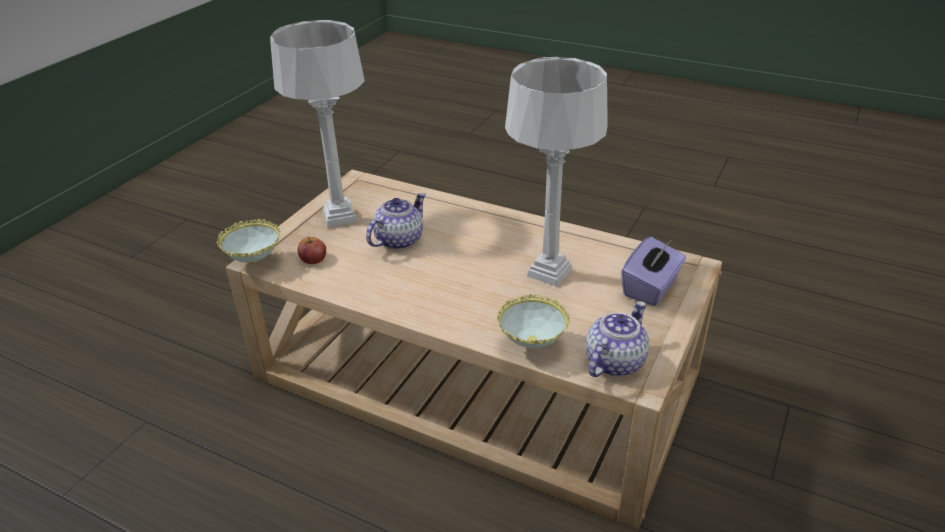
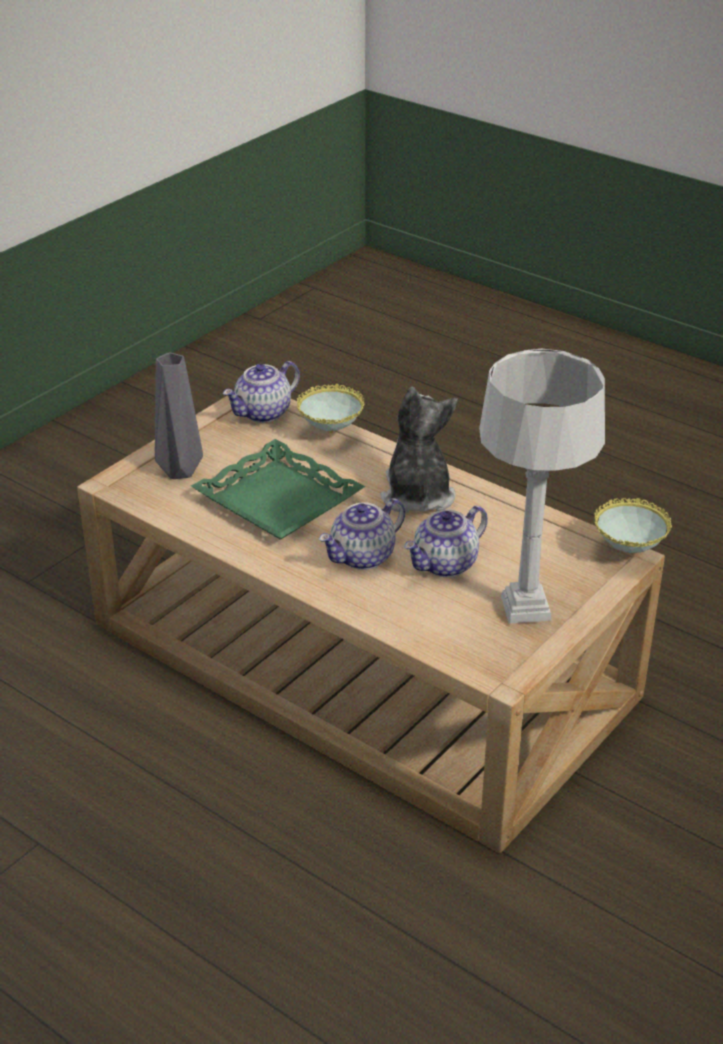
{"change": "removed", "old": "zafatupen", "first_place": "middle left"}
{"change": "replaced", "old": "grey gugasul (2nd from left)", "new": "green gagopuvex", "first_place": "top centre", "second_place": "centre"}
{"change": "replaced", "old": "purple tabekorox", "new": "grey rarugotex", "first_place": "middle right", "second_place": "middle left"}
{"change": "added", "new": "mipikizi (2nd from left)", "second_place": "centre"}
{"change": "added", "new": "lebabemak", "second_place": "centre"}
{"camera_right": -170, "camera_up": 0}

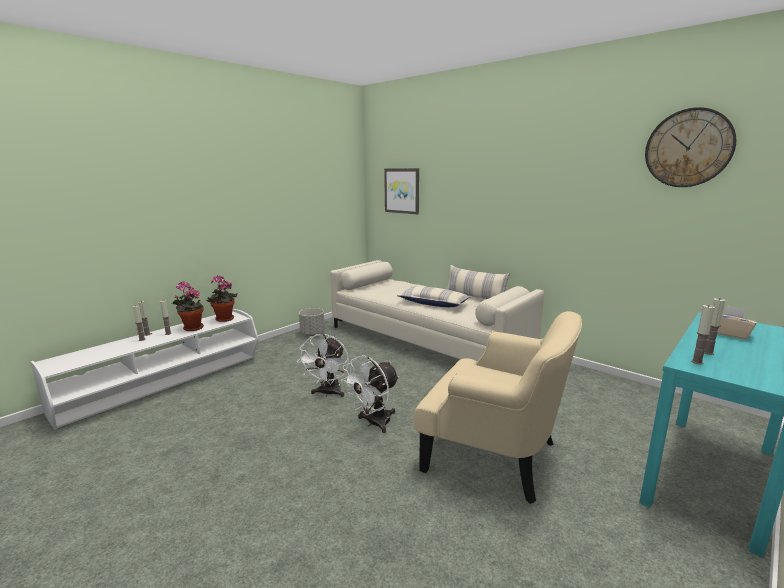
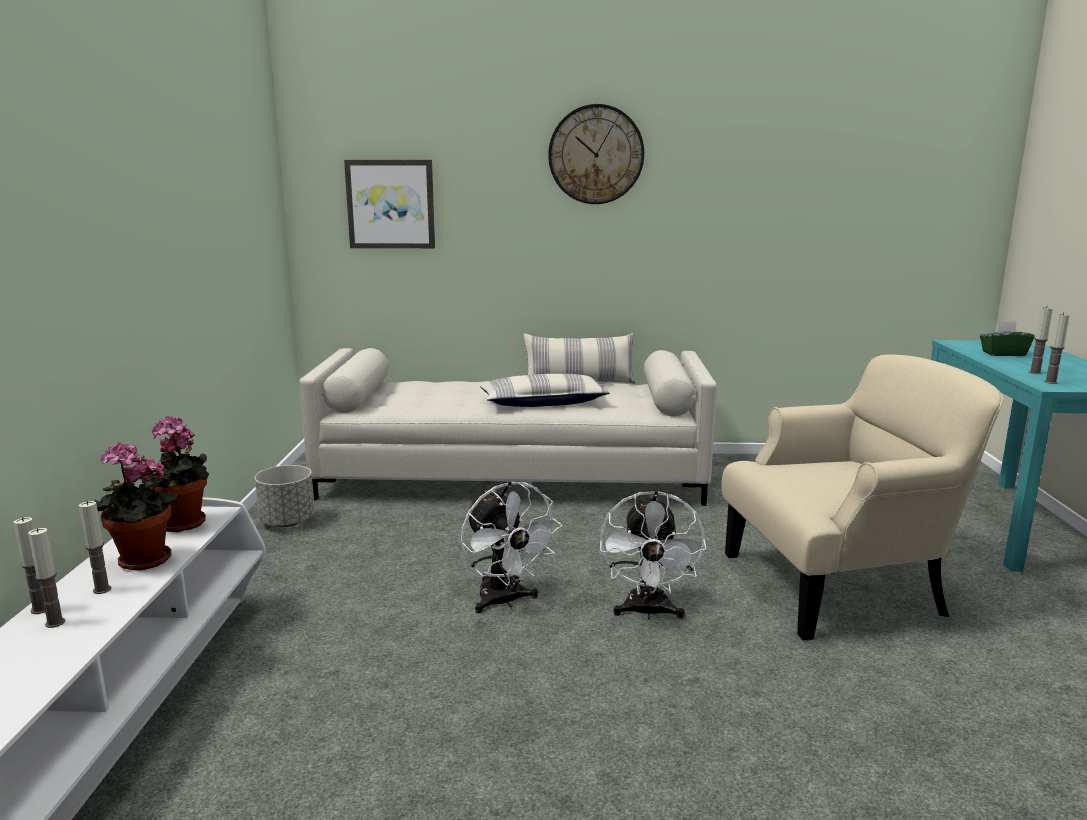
{"change": "moved", "old": "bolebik", "first_place": "top right", "second_place": "top centre"}
{"change": "recoloured", "old": "beige tabekorox", "new": "green tabekorox", "first_place": "middle right", "second_place": "middle right"}
{"camera_right": -40, "camera_up": 0}

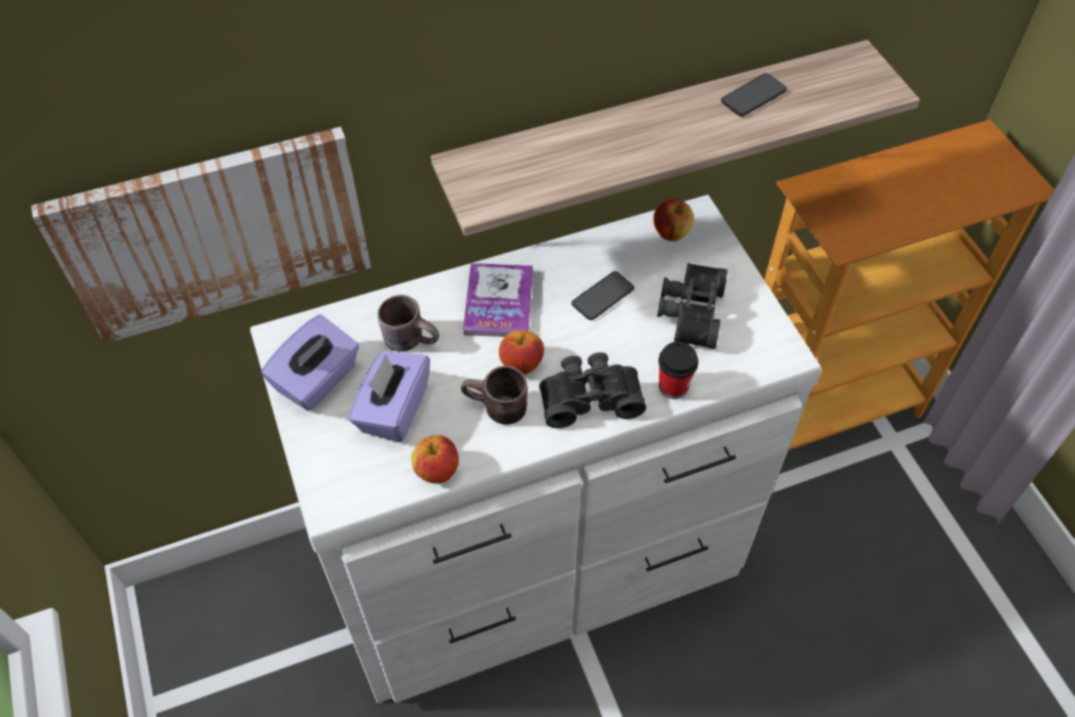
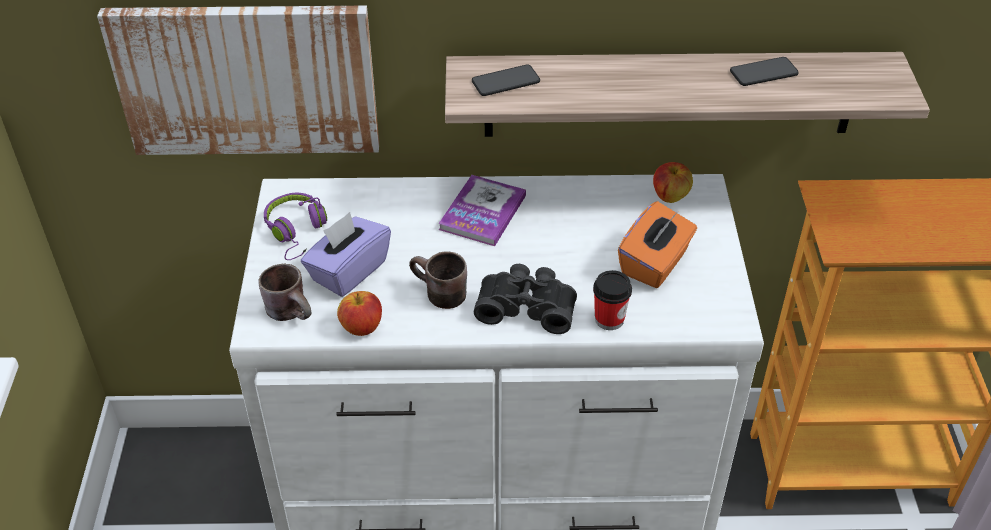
{"change": "replaced", "old": "purple tabekorox (1st from left)", "new": "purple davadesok", "first_place": "middle left", "second_place": "middle left"}
{"change": "moved", "old": "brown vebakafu (1st from left)", "first_place": "centre", "second_place": "middle left"}
{"change": "removed", "old": "zafatupen (2nd from left)", "first_place": "centre"}
{"change": "moved", "old": "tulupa (1st from left)", "first_place": "centre", "second_place": "top centre"}
{"change": "replaced", "old": "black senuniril (2nd from left)", "new": "orange tabekorox", "first_place": "centre", "second_place": "centre"}
{"camera_right": 20, "camera_up": -10}

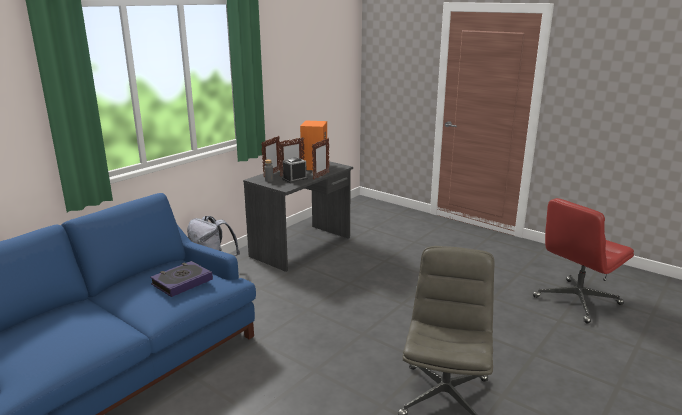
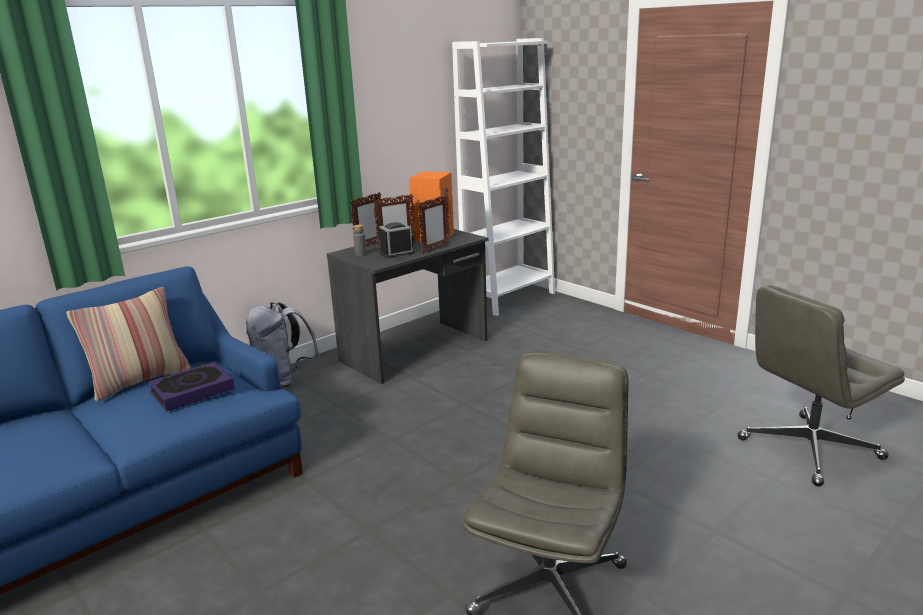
{"change": "recoloured", "old": "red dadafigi", "new": "grey dadafigi (2nd from left)", "first_place": "middle right", "second_place": "middle right"}
{"change": "added", "new": "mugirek", "second_place": "middle left"}
{"change": "added", "new": "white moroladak", "second_place": "top centre"}
{"camera_right": 10, "camera_up": 0}

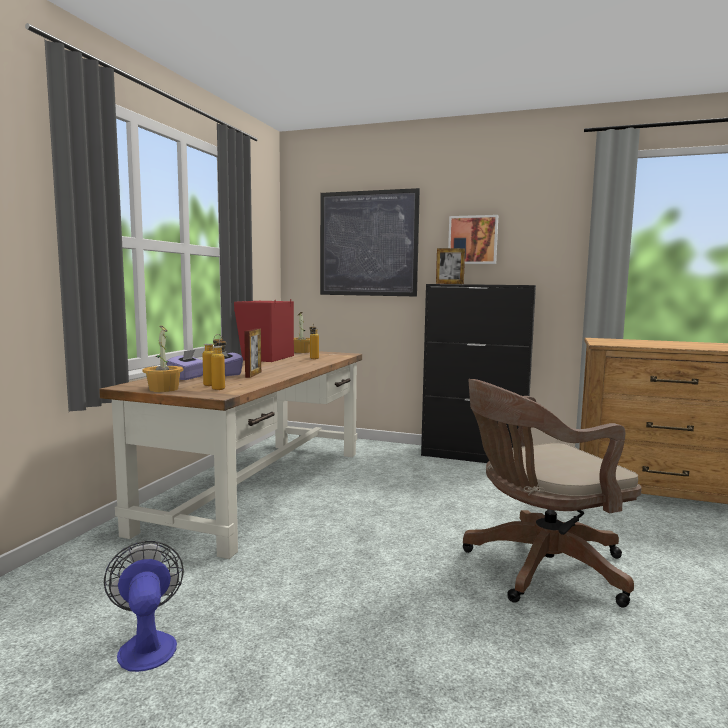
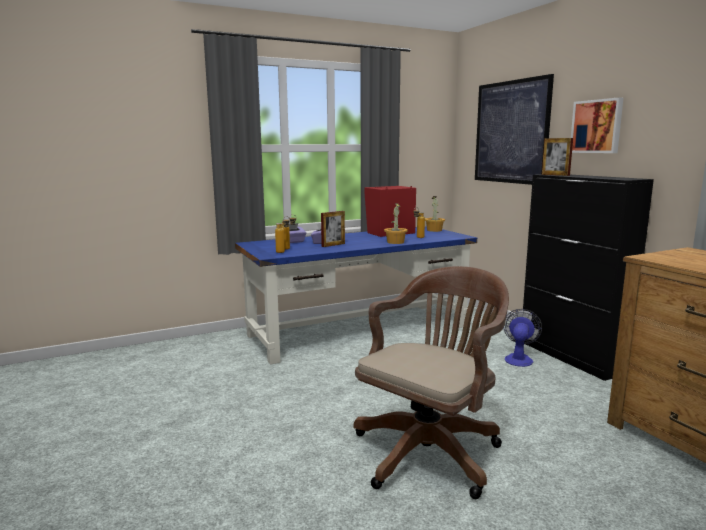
{"change": "recoloured", "old": "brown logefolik", "new": "blue logefolik", "first_place": "middle left", "second_place": "centre"}
{"change": "moved", "old": "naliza", "first_place": "bottom left", "second_place": "middle right"}
{"change": "moved", "old": "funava (1st from left)", "first_place": "middle left", "second_place": "centre"}
{"change": "turned", "old": "brown dadafigi", "first_place": "bottom right", "second_place": "bottom centre", "degrees": 105}
{"camera_right": 45, "camera_up": 5}

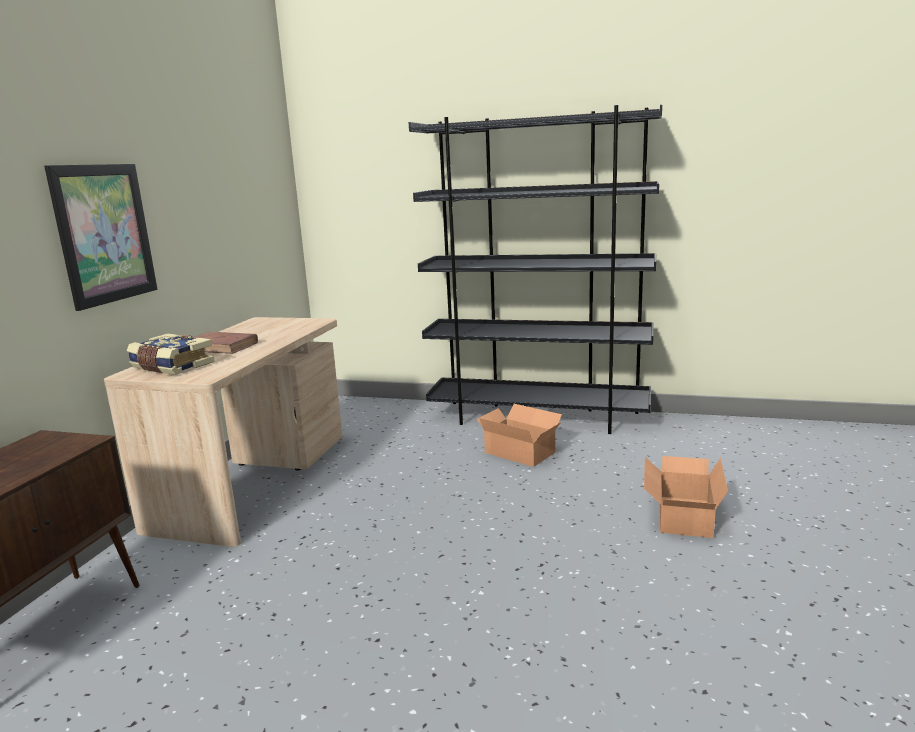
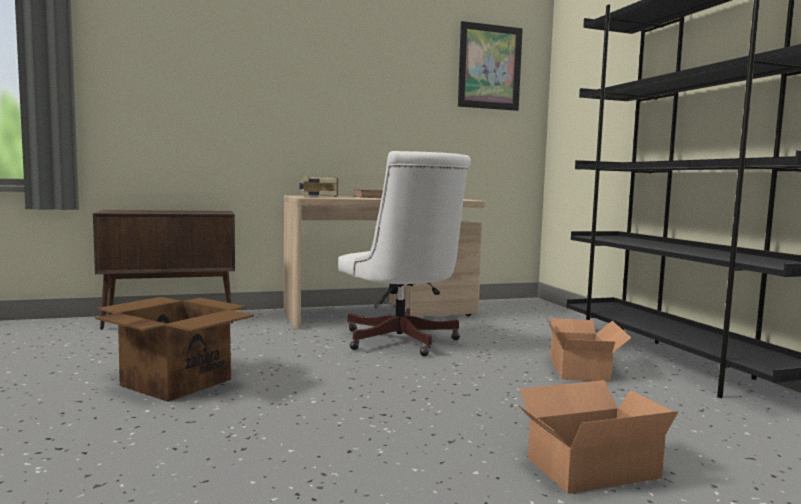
{"change": "moved", "old": "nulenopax", "first_place": "top left", "second_place": "top centre"}
{"change": "added", "new": "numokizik (1st from left)", "second_place": "bottom left"}
{"change": "added", "new": "white dadafigi", "second_place": "centre"}
{"camera_right": 55, "camera_up": -10}

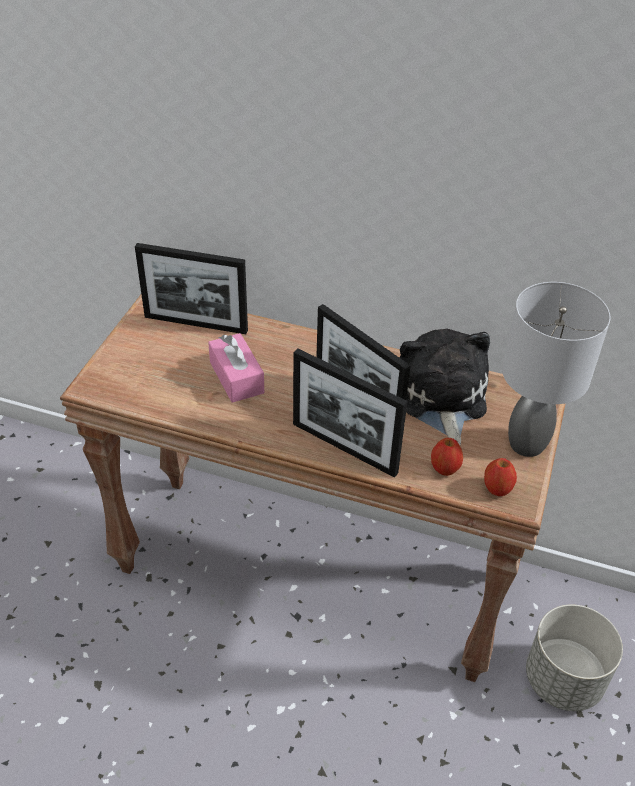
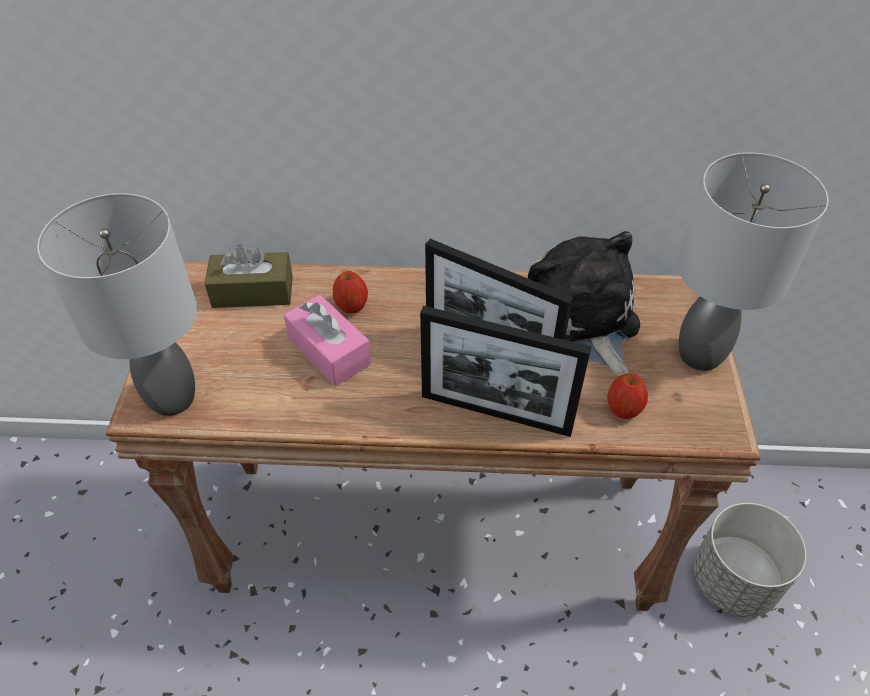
{"change": "replaced", "old": "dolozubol (1st from left)", "new": "brown tabekorox", "first_place": "middle left", "second_place": "middle left"}
{"change": "moved", "old": "zafatupen (2nd from left in the first image)", "new": "zafatupen (1st from left)", "first_place": "middle right", "second_place": "centre"}
{"change": "added", "new": "grey gugasul (1st from left)", "second_place": "middle left"}
{"camera_right": -15, "camera_up": 5}

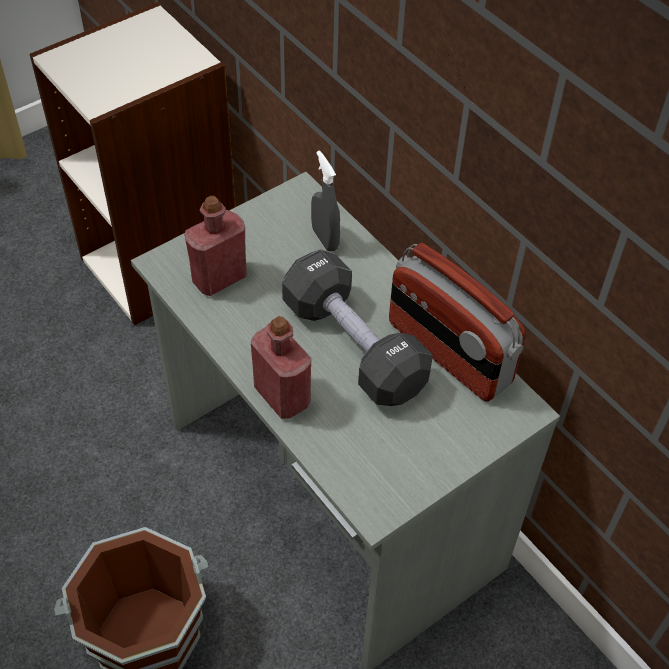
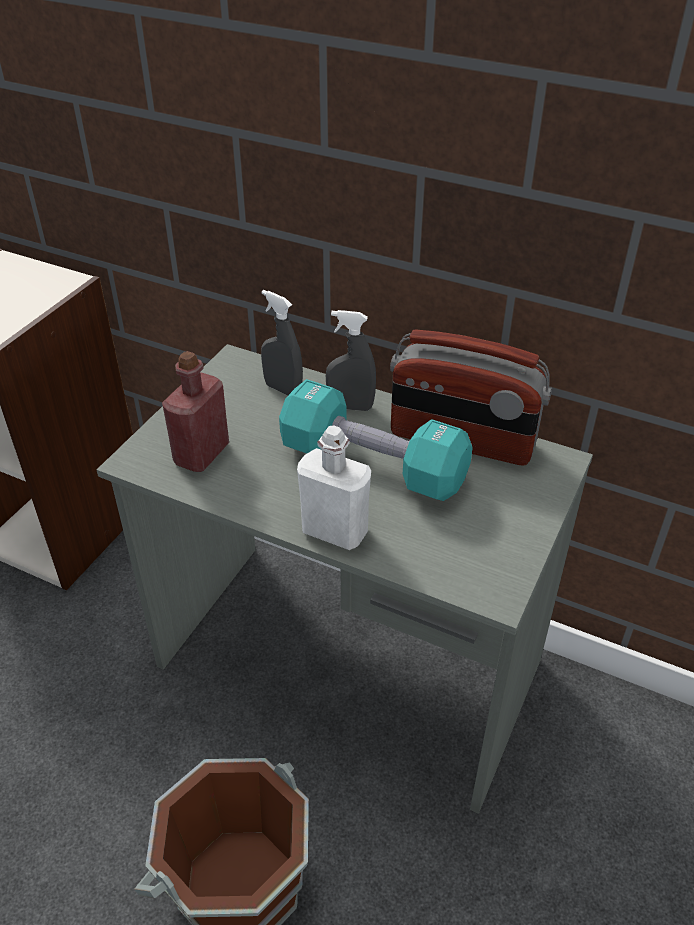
{"change": "recoloured", "old": "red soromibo (2nd from left)", "new": "white soromibo", "first_place": "centre", "second_place": "centre"}
{"change": "recoloured", "old": "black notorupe", "new": "turquoise notorupe", "first_place": "centre", "second_place": "centre"}
{"change": "added", "new": "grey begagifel (2nd from left)", "second_place": "centre"}
{"camera_right": -25, "camera_up": -10}

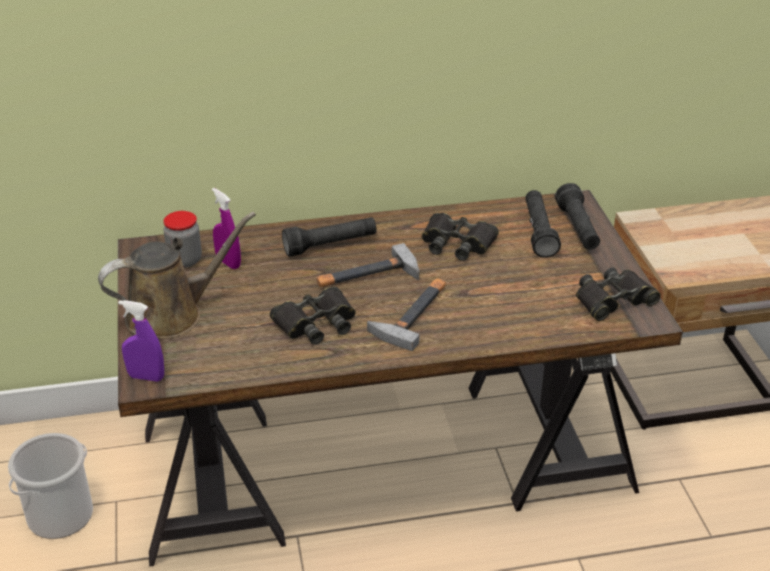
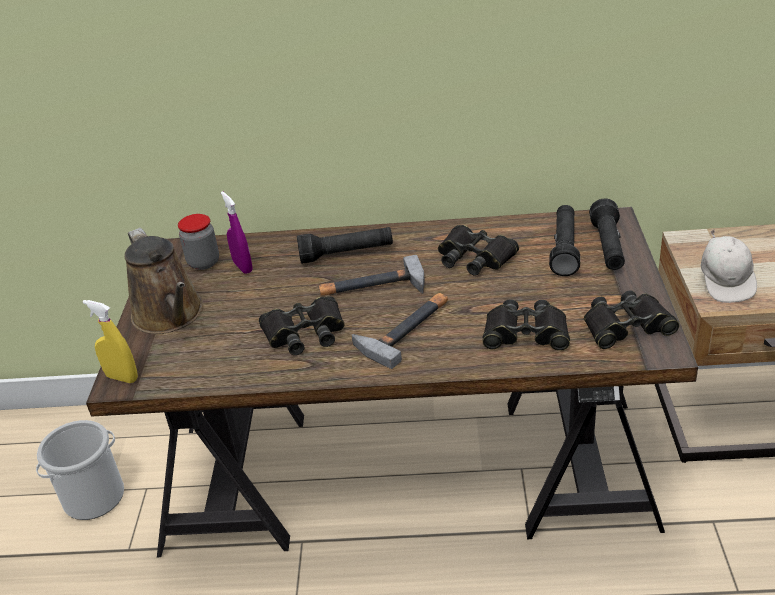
{"change": "turned", "old": "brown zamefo", "first_place": "middle left", "second_place": "middle left", "degrees": 75}
{"change": "recoloured", "old": "purple begagifel (1st from left)", "new": "yellow begagifel", "first_place": "middle left", "second_place": "middle left"}
{"change": "added", "new": "black senuniril (3rd from left)", "second_place": "middle right"}
{"change": "added", "new": "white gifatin", "second_place": "middle right"}
{"camera_right": 15, "camera_up": 0}

